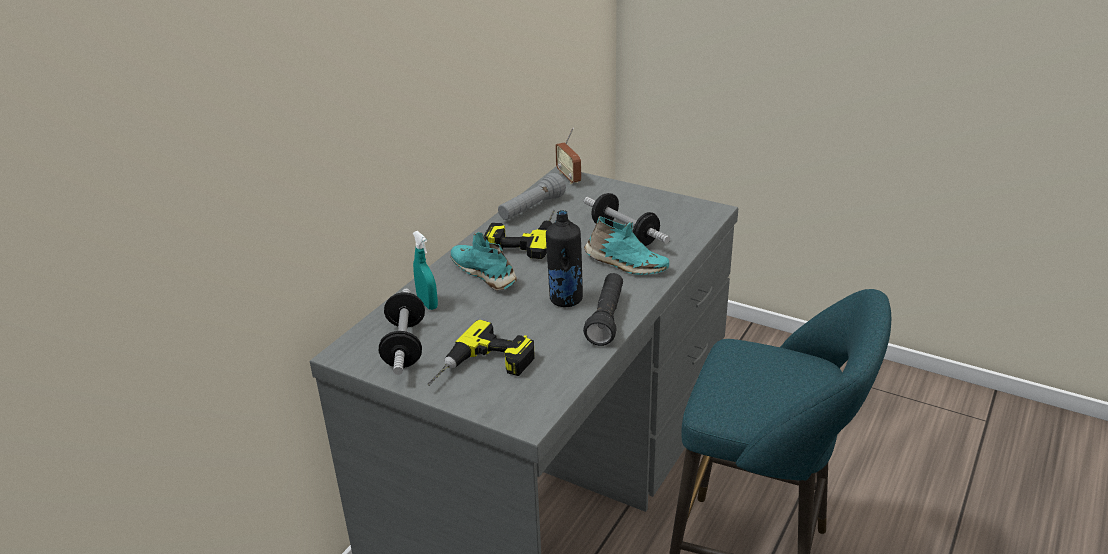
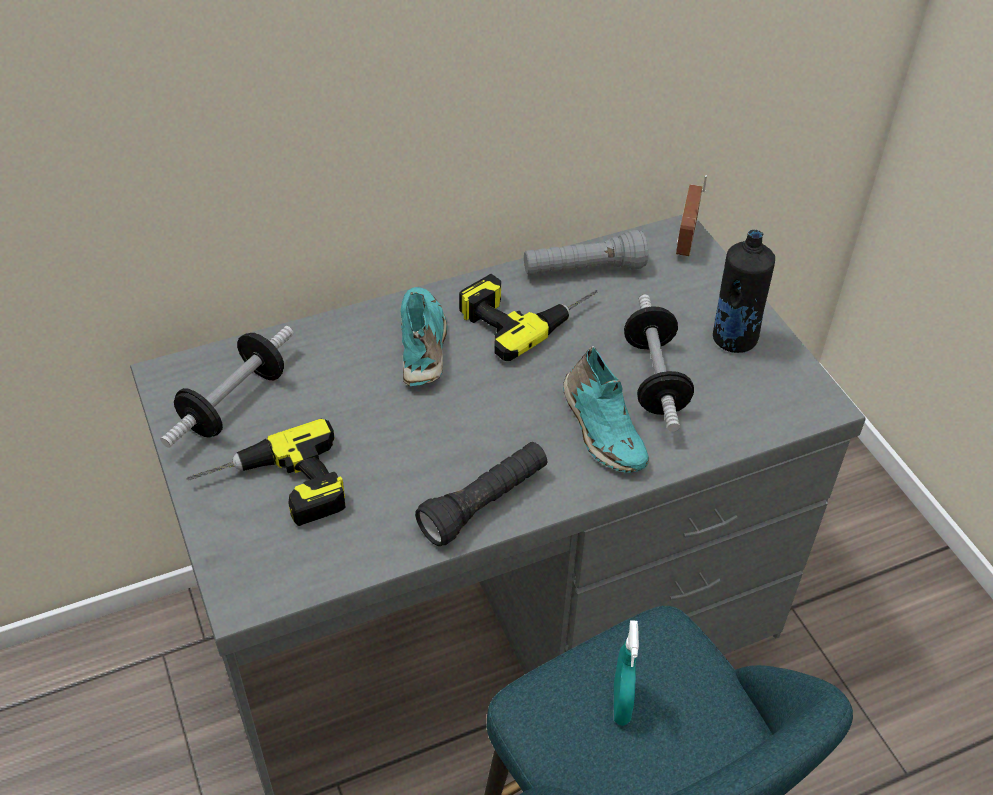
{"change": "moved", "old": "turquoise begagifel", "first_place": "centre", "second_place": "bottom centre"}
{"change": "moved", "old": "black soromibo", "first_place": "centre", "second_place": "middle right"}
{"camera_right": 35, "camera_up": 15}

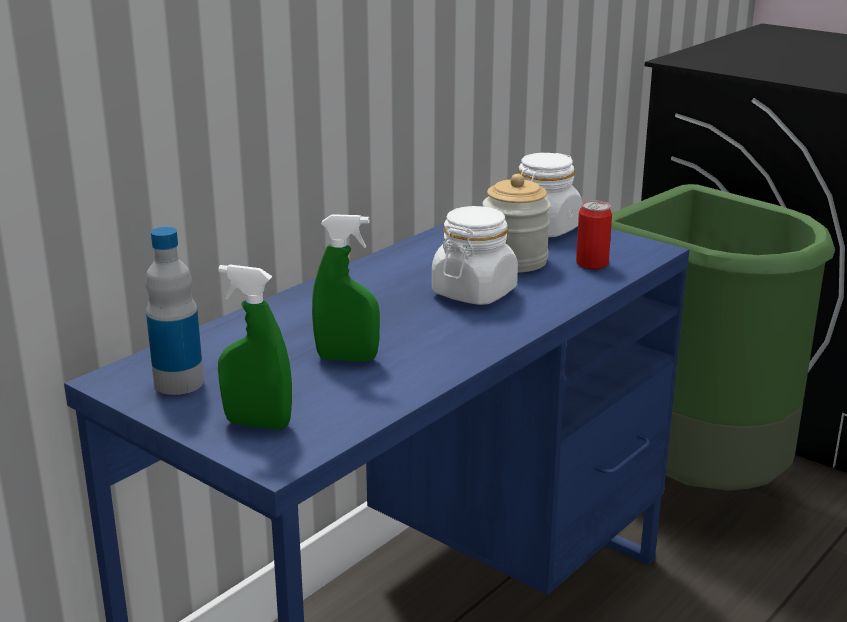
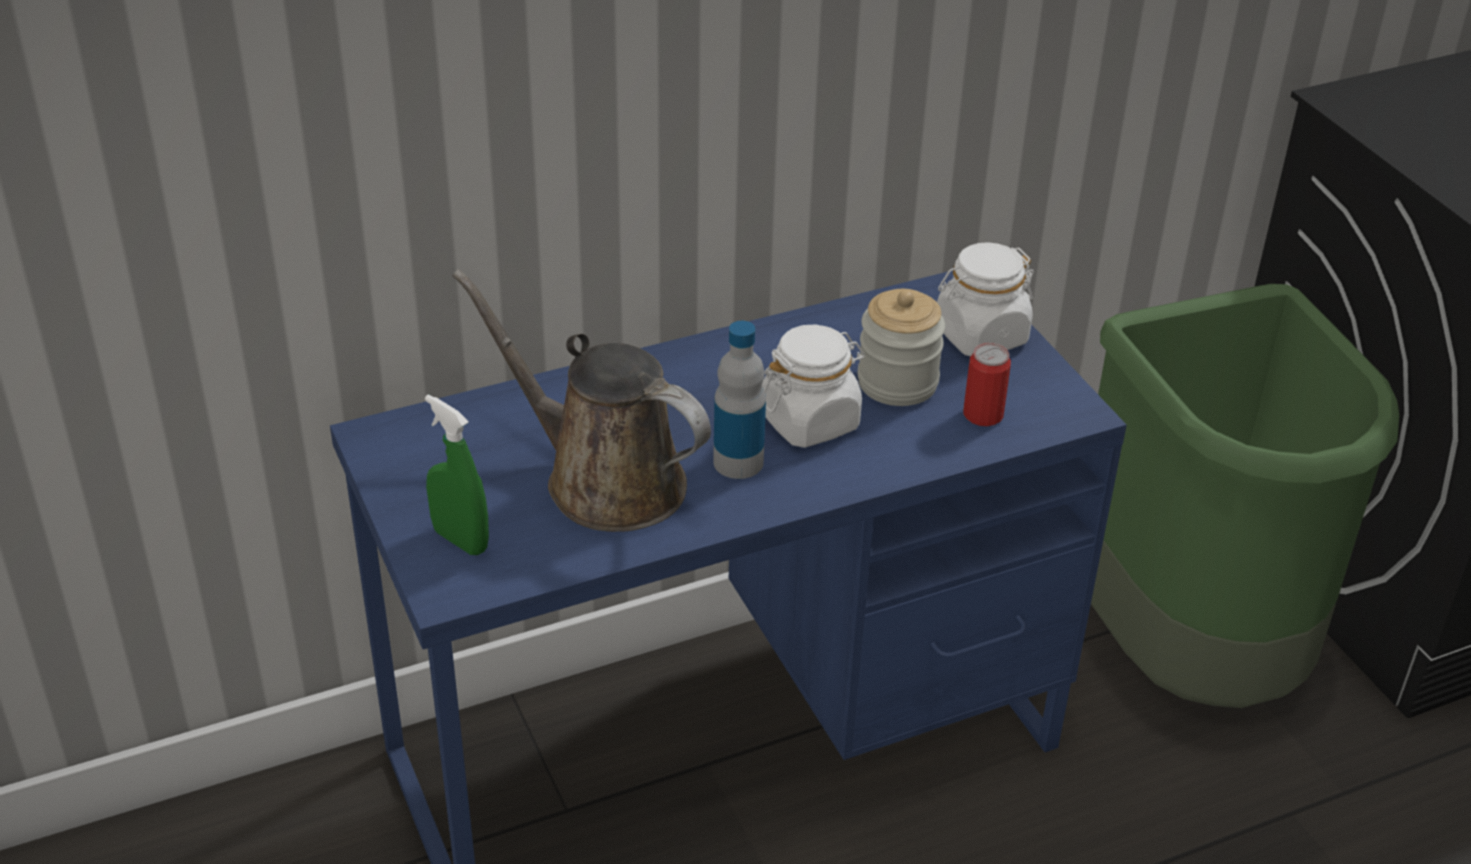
{"change": "moved", "old": "soromibo", "first_place": "middle left", "second_place": "centre"}
{"change": "replaced", "old": "green begagifel (2nd from left)", "new": "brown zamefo", "first_place": "centre", "second_place": "centre"}
{"camera_right": 25, "camera_up": 15}

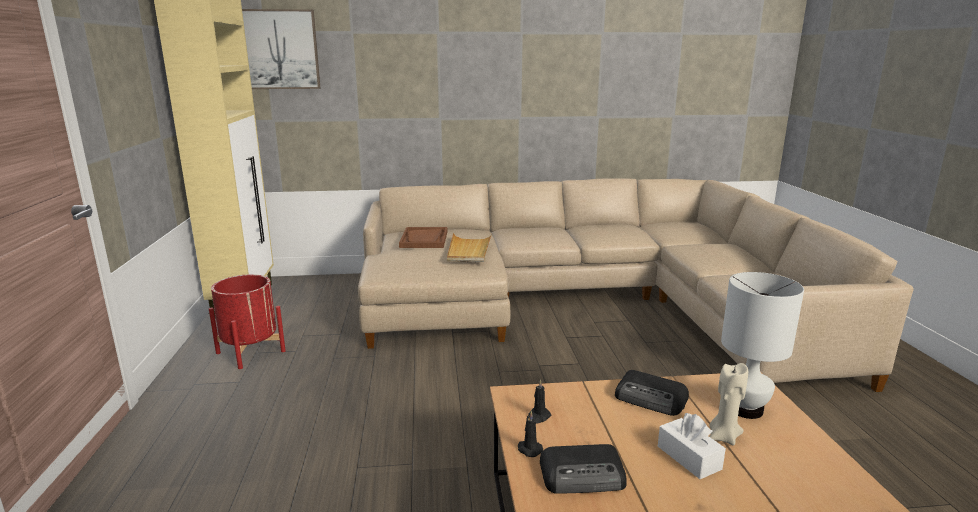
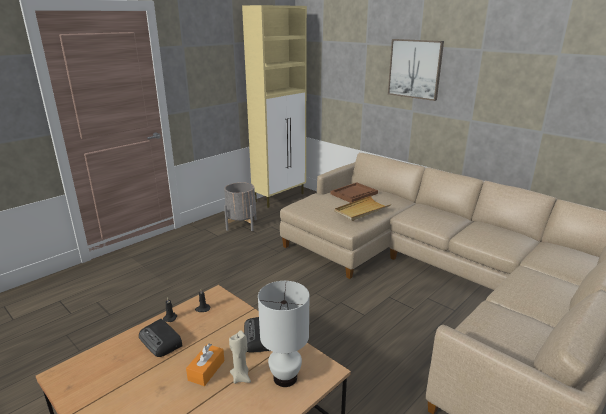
{"change": "recoloured", "old": "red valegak", "new": "grey valegak", "first_place": "middle left", "second_place": "centre"}
{"change": "moved", "old": "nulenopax", "first_place": "top left", "second_place": "top right"}
{"change": "recoloured", "old": "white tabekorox", "new": "orange tabekorox", "first_place": "bottom right", "second_place": "bottom centre"}
{"camera_right": 50, "camera_up": 5}

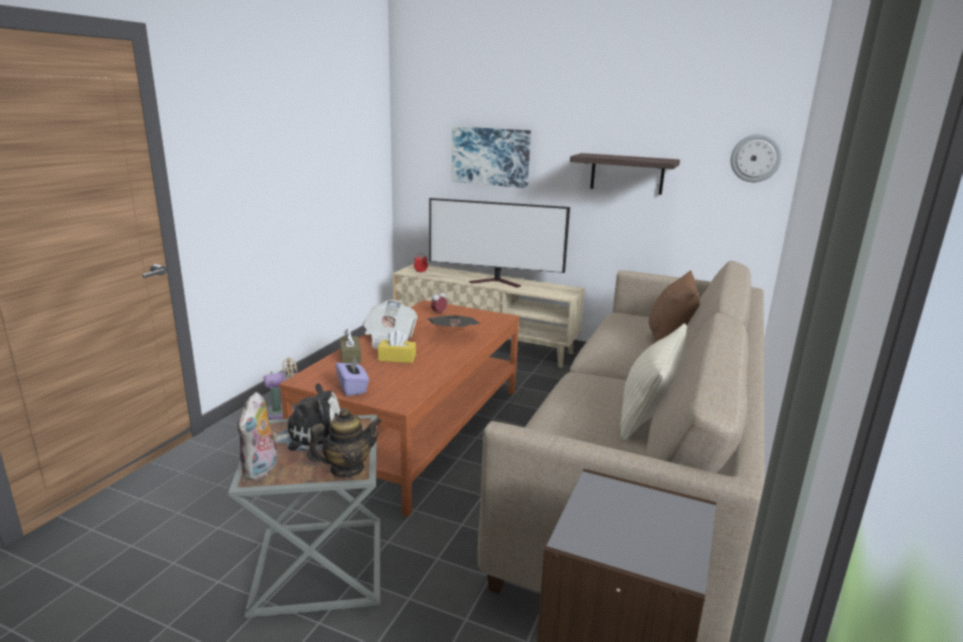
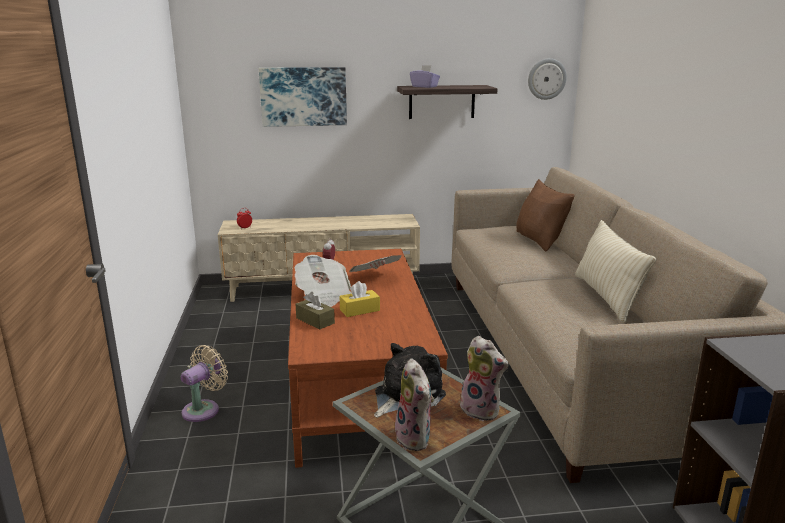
{"change": "replaced", "old": "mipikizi", "new": "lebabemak (3rd from left)", "first_place": "bottom centre", "second_place": "bottom centre"}
{"change": "moved", "old": "purple tabekorox", "first_place": "centre", "second_place": "top centre"}
{"change": "removed", "old": "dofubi", "first_place": "centre"}
{"camera_right": -30, "camera_up": 0}

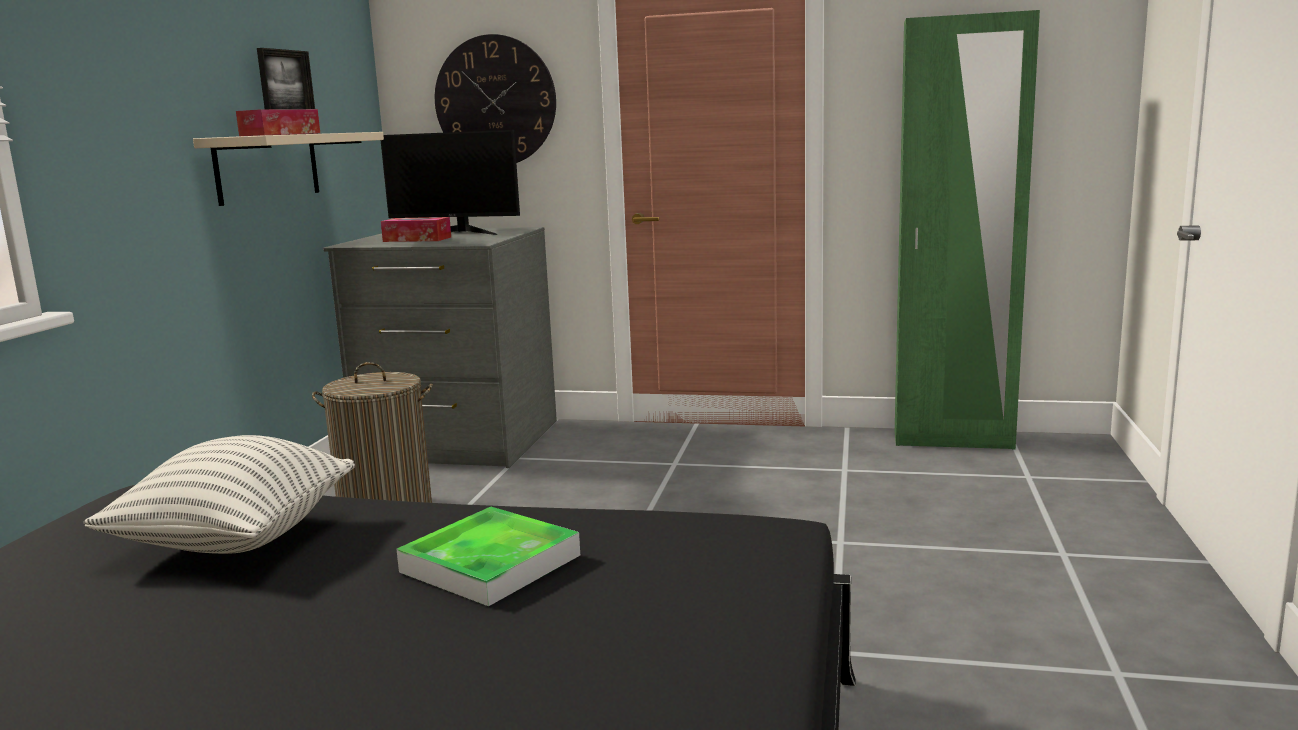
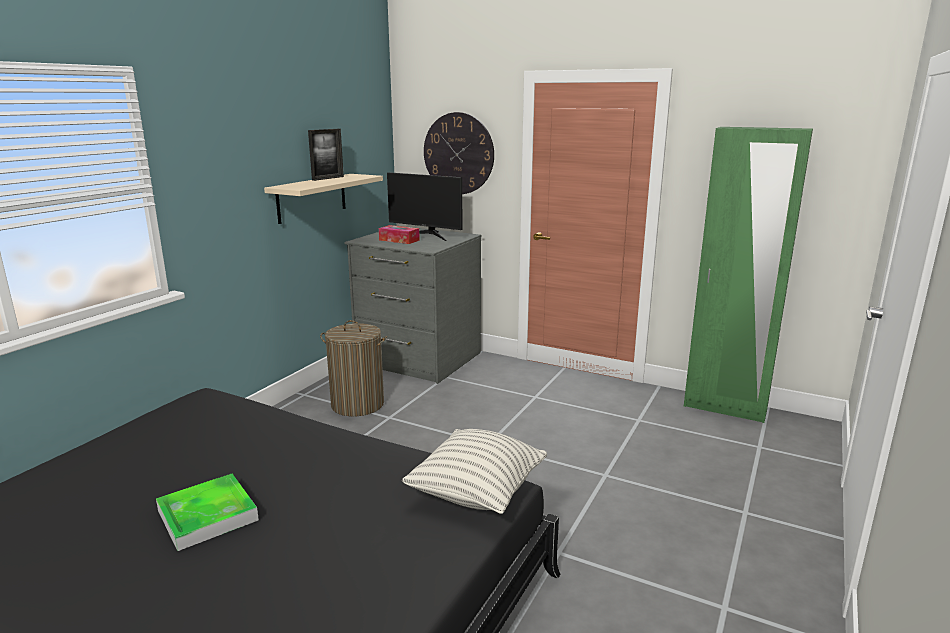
{"change": "moved", "old": "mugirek", "first_place": "bottom left", "second_place": "bottom centre"}
{"change": "removed", "old": "tabekorox (1st from left)", "first_place": "top left"}
{"change": "moved", "old": "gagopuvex", "first_place": "bottom centre", "second_place": "bottom left"}
{"camera_right": 15, "camera_up": 5}

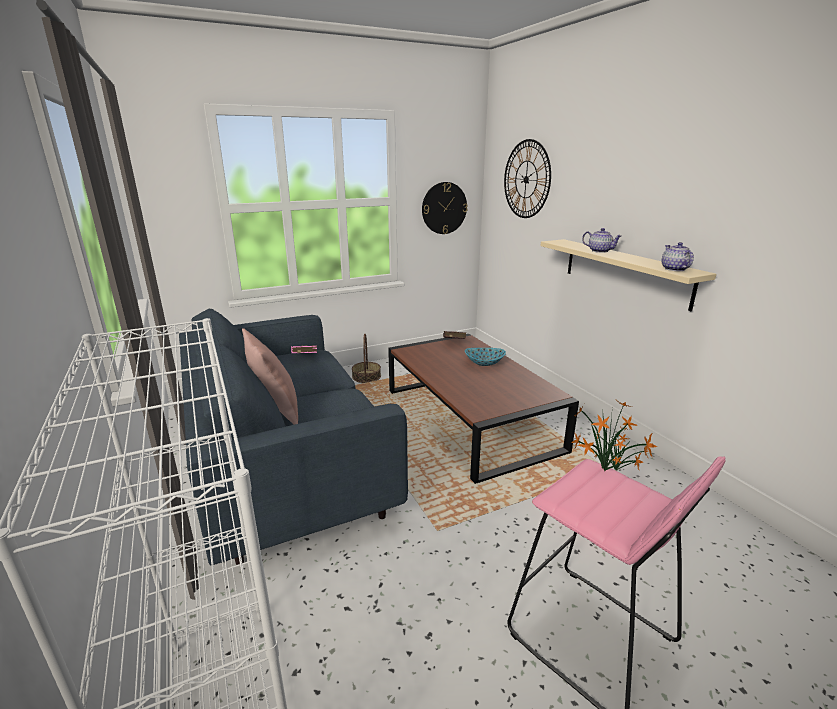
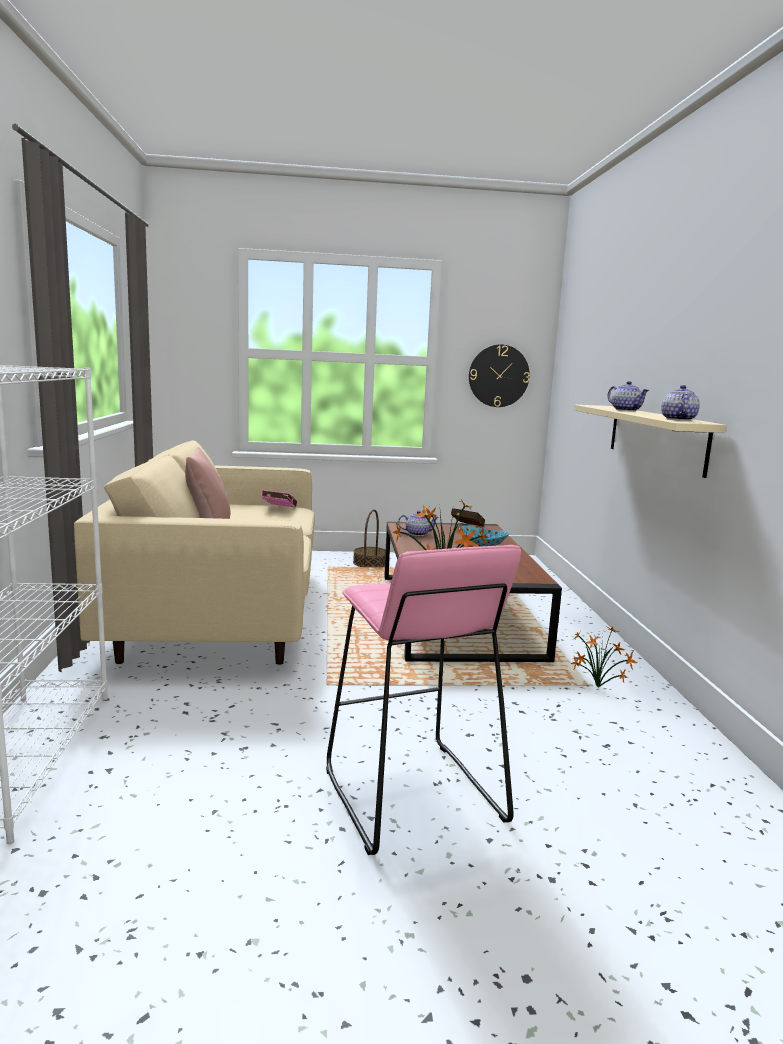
{"change": "recoloured", "old": "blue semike", "new": "beige semike", "first_place": "centre", "second_place": "middle left"}
{"change": "removed", "old": "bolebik (2nd from left)", "first_place": "top centre"}
{"change": "added", "new": "mipikizi (1st from left)", "second_place": "centre"}
{"camera_right": 20, "camera_up": -10}

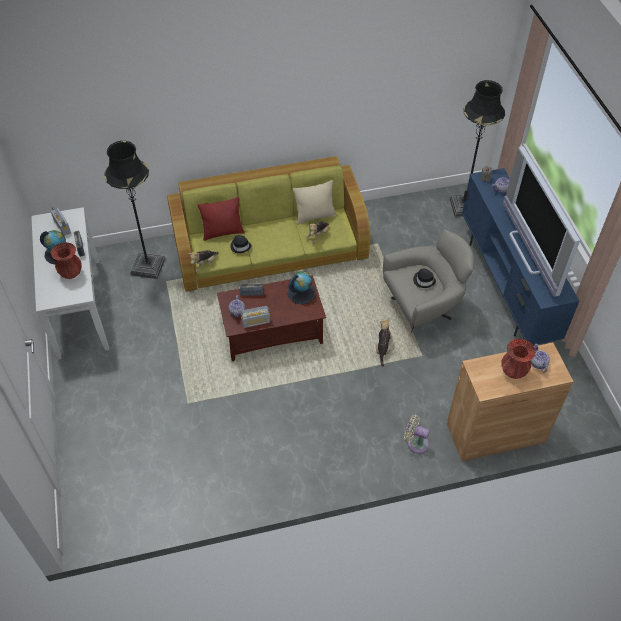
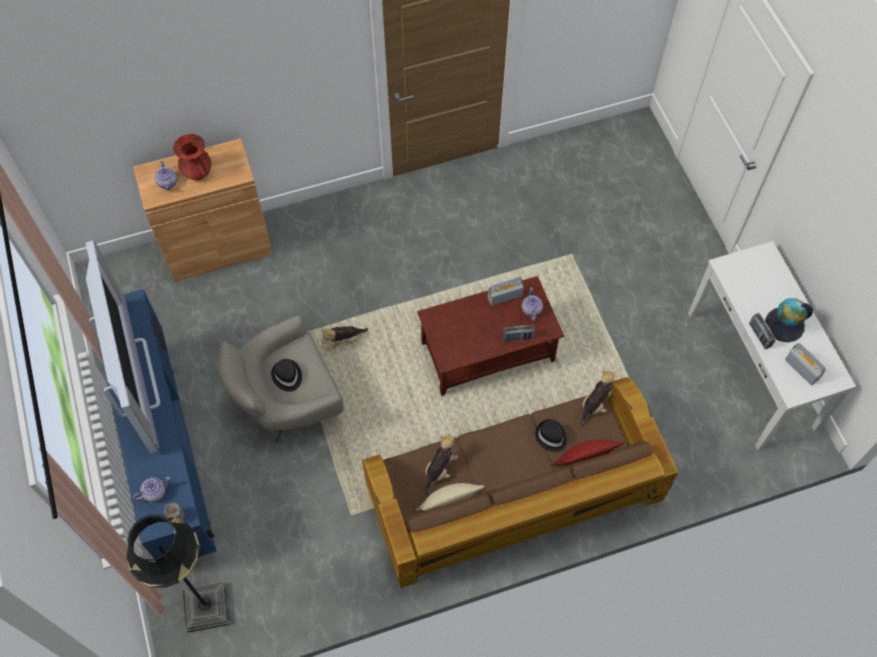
{"change": "removed", "old": "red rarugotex (1st from left)", "first_place": "middle left"}
{"change": "removed", "old": "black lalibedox (1st from left)", "first_place": "middle left"}
{"change": "recoloured", "old": "green semike", "new": "brown semike", "first_place": "centre", "second_place": "bottom centre"}
{"change": "removed", "old": "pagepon (2nd from left)", "first_place": "centre"}
{"change": "turned", "old": "lebabemak (3rd from left in the first image)", "first_place": "centre", "second_place": "centre", "degrees": 60}
{"change": "removed", "old": "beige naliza", "first_place": "bottom right"}
{"camera_right": 175, "camera_up": 10}

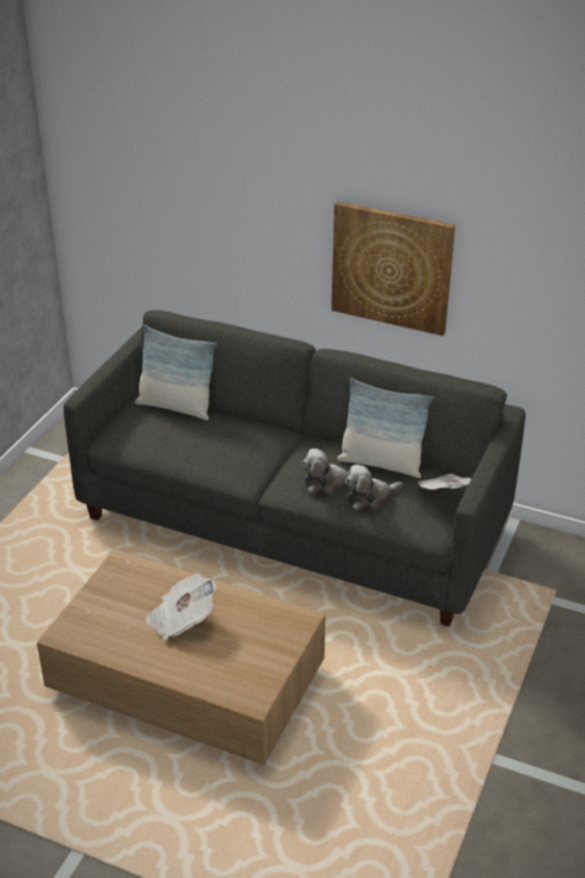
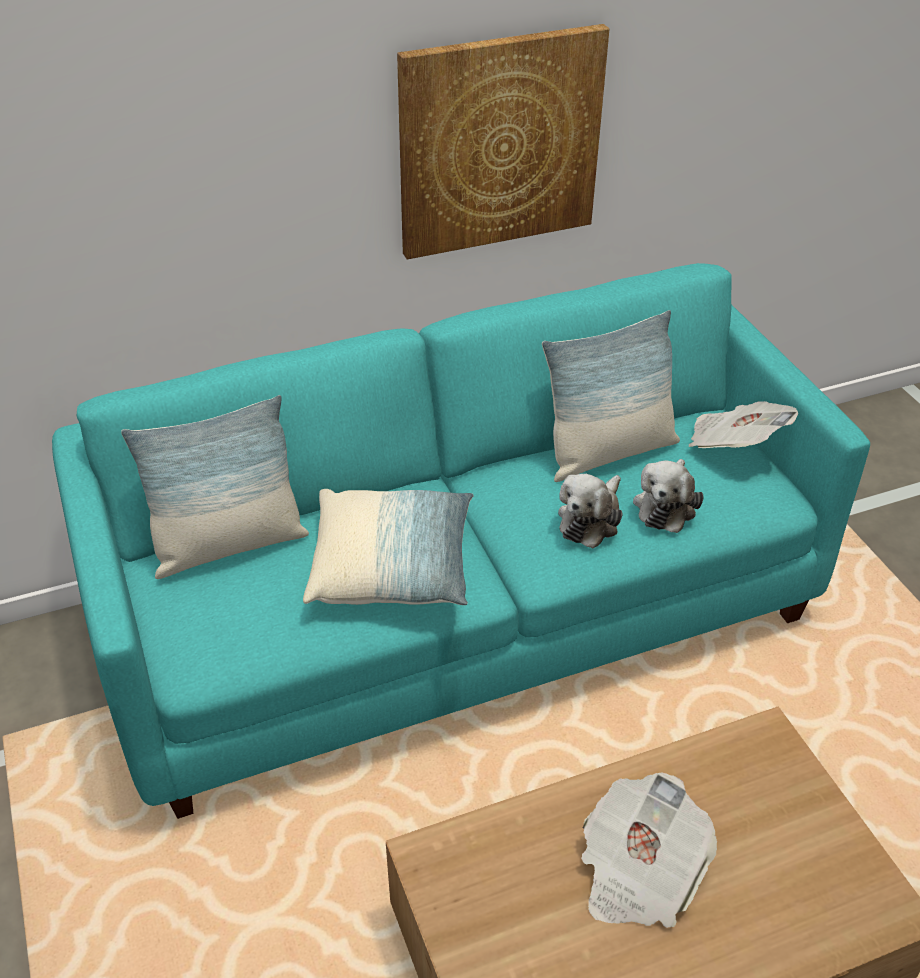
{"change": "recoloured", "old": "grey semike", "new": "turquoise semike", "first_place": "centre", "second_place": "centre"}
{"change": "added", "new": "mugirek (2nd from left)", "second_place": "centre"}
{"camera_right": -45, "camera_up": 5}

